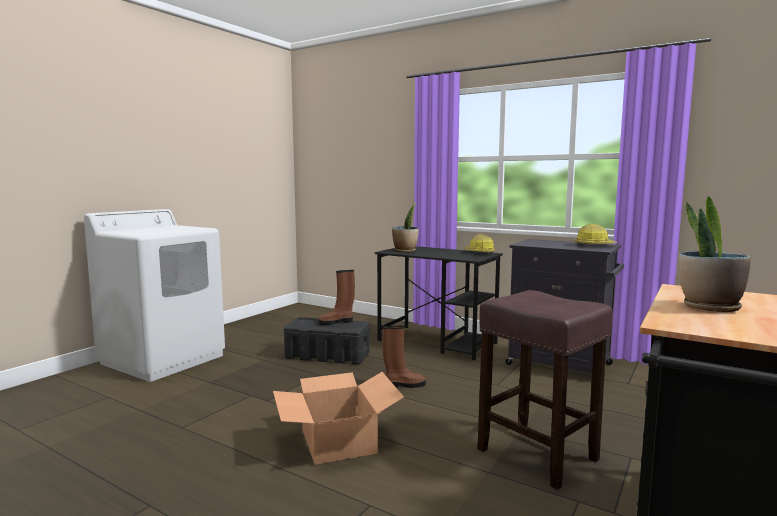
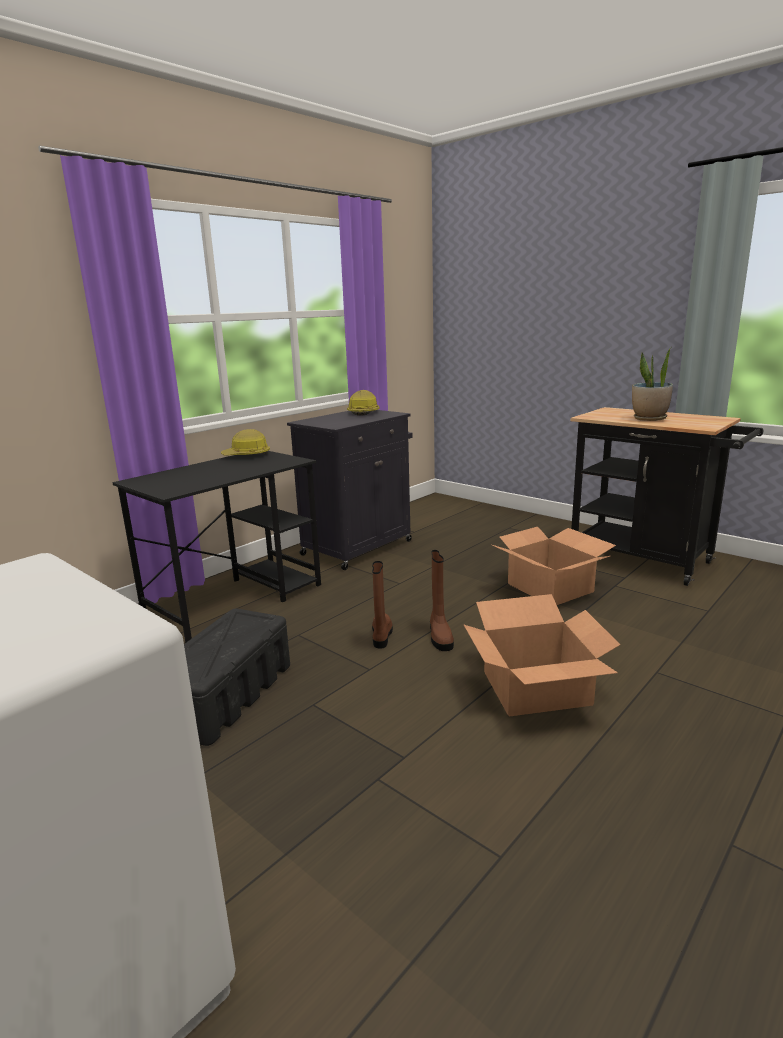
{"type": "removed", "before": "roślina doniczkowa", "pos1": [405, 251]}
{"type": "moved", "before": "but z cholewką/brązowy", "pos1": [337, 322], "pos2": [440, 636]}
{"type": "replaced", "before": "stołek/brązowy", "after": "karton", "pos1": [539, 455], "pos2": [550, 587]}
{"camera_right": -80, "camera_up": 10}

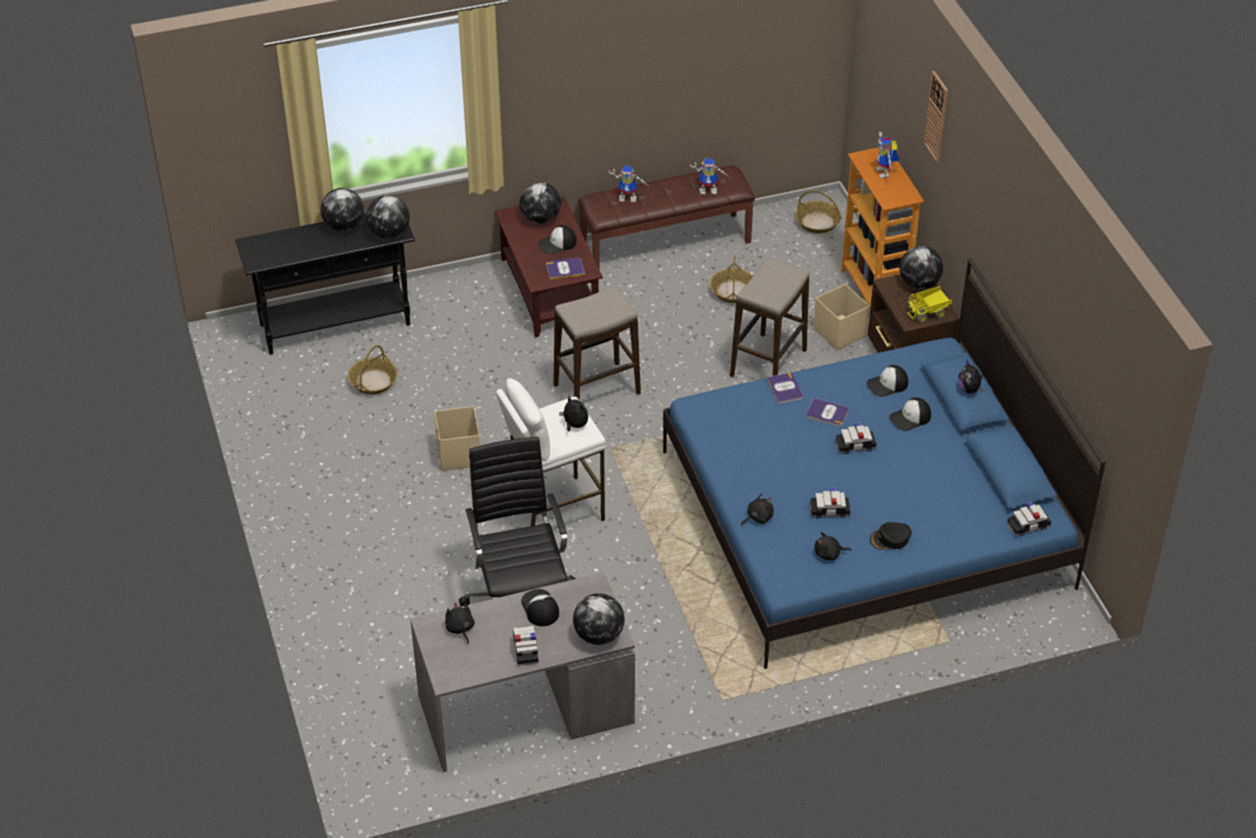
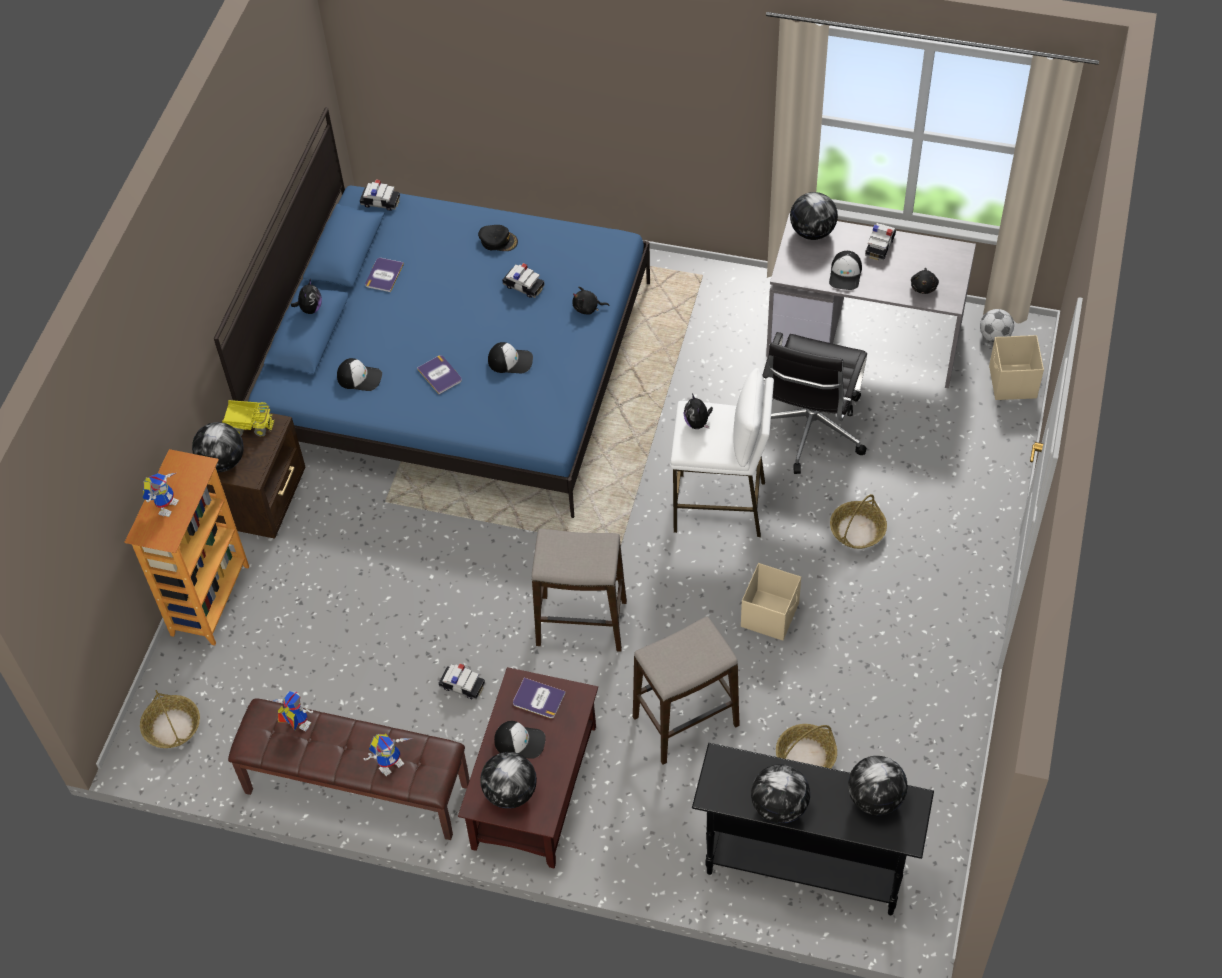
{"type": "removed", "before": "zegar ścienny", "pos1": [936, 116]}
{"type": "turned", "before": "robot zabawkowy", "pos1": [629, 197], "pos2": [391, 762], "turn": 105}
{"type": "moved", "before": "globus", "pos1": [389, 233], "pos2": [874, 798]}
{"type": "moved", "before": "koszyk", "pos1": [733, 291], "pos2": [857, 531]}
{"type": "moved", "before": "stołek", "pos1": [768, 363], "pos2": [686, 722]}
{"type": "moved", "before": "pojemnik do przechowywania/beżowy", "pos1": [839, 332], "pos2": [1012, 383]}
{"type": "moved", "before": "książka", "pos1": [785, 389], "pos2": [384, 275]}
{"type": "moved", "before": "czapka z daszkiem", "pos1": [910, 418], "pos2": [510, 361]}
{"type": "moved", "before": "samochodzik", "pos1": [855, 445], "pos2": [462, 686]}
{"type": "removed", "before": "pluszak/czarny", "pos1": [829, 554]}
{"type": "added", "after": "piłka futbolowa", "pos2": [995, 336]}
{"camera_right": -145, "camera_up": 10}

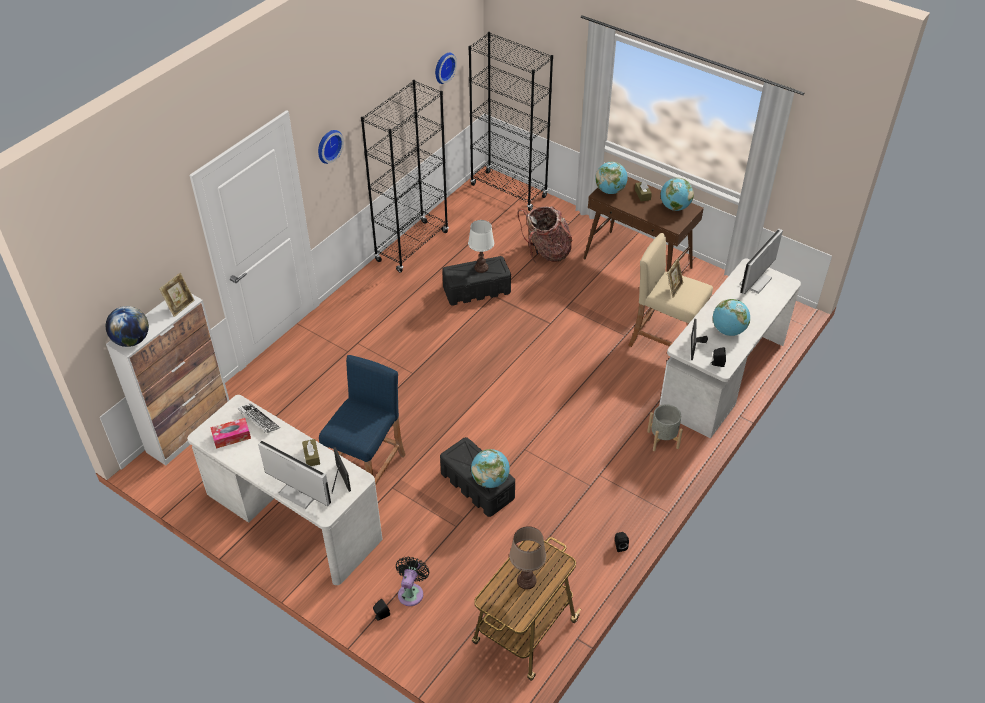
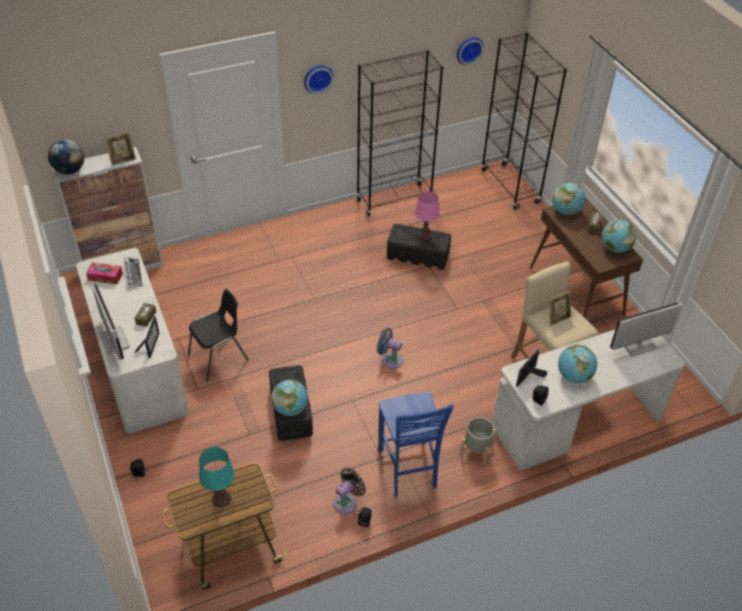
{"type": "removed", "before": "plecak", "pos1": [546, 252]}
{"type": "recoloured", "before": "lampa stołowa/biały", "after": "lampa stołowa/różowy", "pos1": [481, 268], "pos2": [425, 236]}
{"type": "replaced", "before": "stołek/niebieski", "after": "krzesło/czarny", "pos1": [367, 470], "pos2": [219, 357]}
{"type": "recoloured", "before": "lampa stołowa/brązowy", "after": "lampa stołowa/turkusowy", "pos1": [526, 581], "pos2": [221, 499]}
{"type": "moved", "before": "wentylator/czarny", "pos1": [411, 592], "pos2": [347, 502]}
{"type": "added", "after": "wentylator/niebieski", "pos2": [390, 359]}
{"type": "added", "after": "krzesło/niebieski", "pos2": [408, 470]}
{"camera_right": 30, "camera_up": 0}

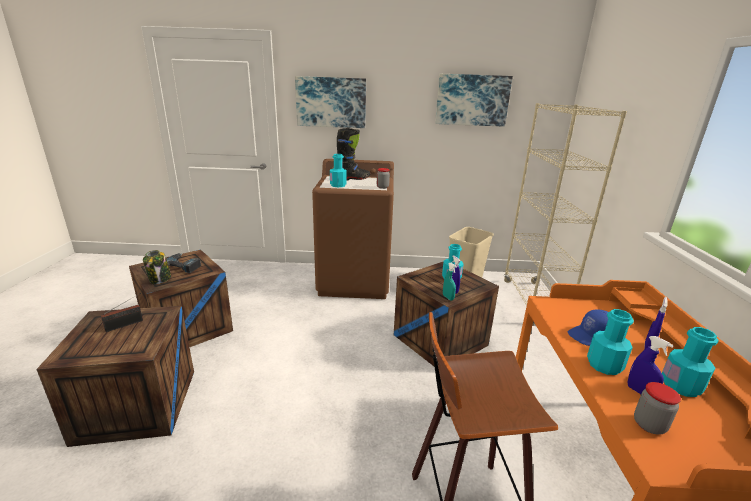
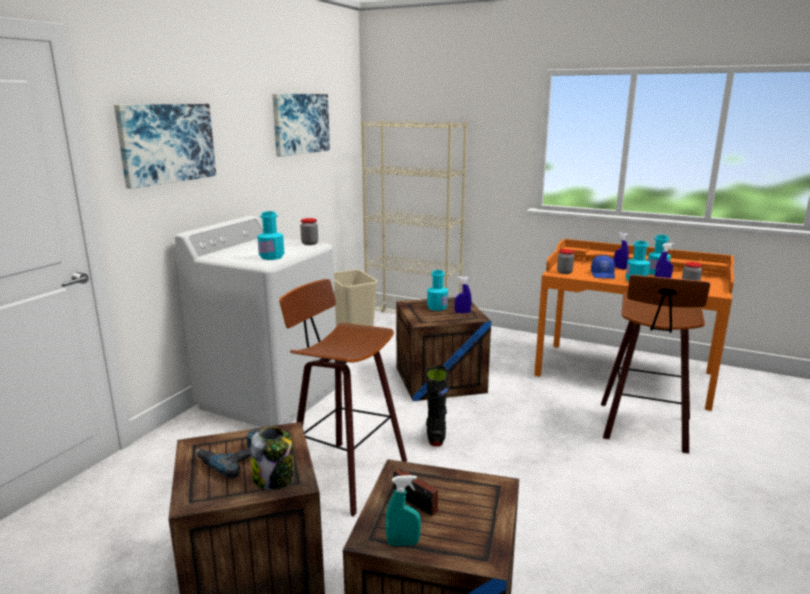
{"type": "moved", "before": "but z cholewką/czarny", "pos1": [353, 178], "pos2": [436, 434]}
{"type": "recoloured", "before": "pralka/brązowy", "after": "pralka/biały", "pos1": [355, 281], "pos2": [269, 397]}
{"type": "moved", "before": "spryskiwacz/turkusowy", "pos1": [448, 297], "pos2": [403, 543]}
{"type": "turned", "before": "radio", "pos1": [126, 324], "pos2": [416, 504], "turn": 150}
{"type": "added", "after": "słoik", "pos2": [564, 272]}
{"type": "added", "after": "stołek", "pos2": [344, 473]}
{"camera_right": -65, "camera_up": -5}

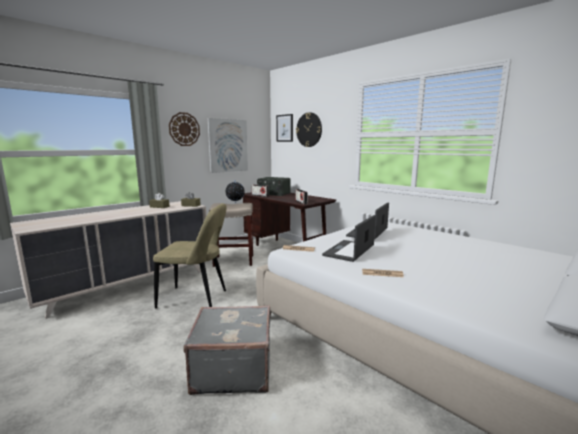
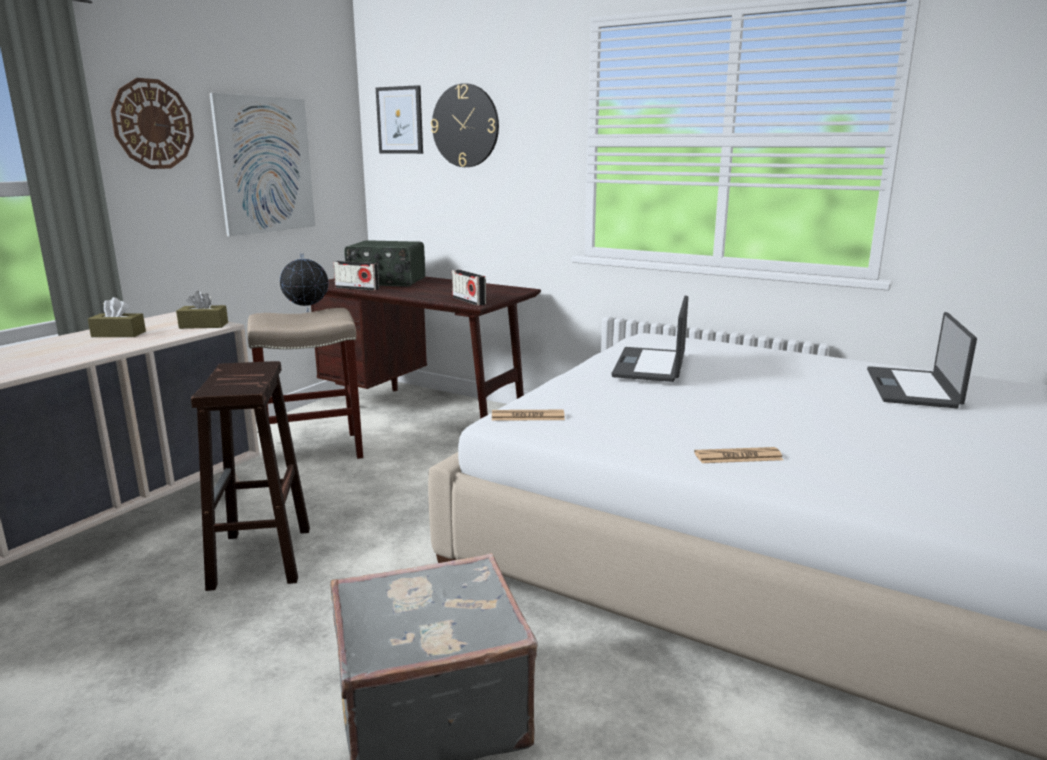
{"type": "replaced", "before": "krzesło/beżowy", "after": "stołek/brązowy", "pos1": [196, 299], "pos2": [261, 558]}
{"type": "moved", "before": "laptop", "pos1": [349, 251], "pos2": [913, 388]}
{"camera_right": -15, "camera_up": 5}

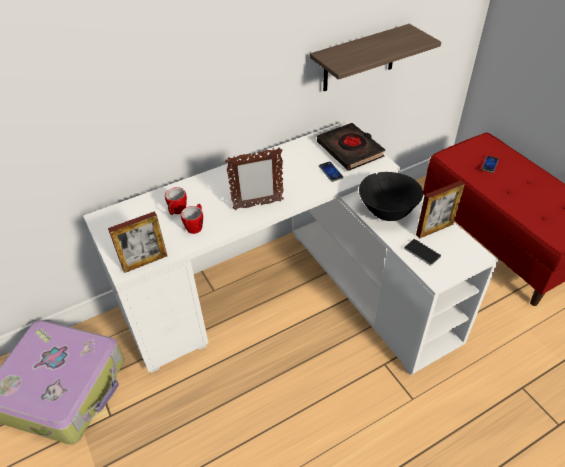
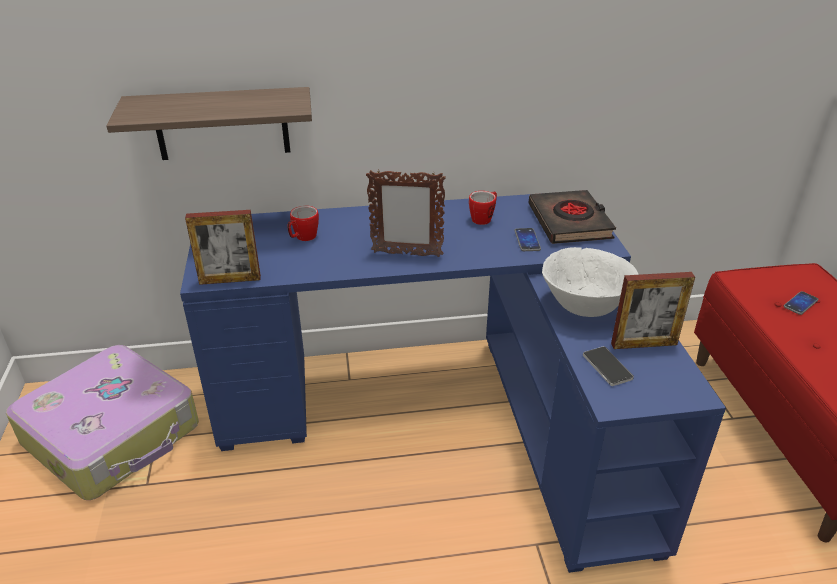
{"type": "moved", "before": "półka", "pos1": [359, 59], "pos2": [222, 124]}
{"type": "recoloured", "before": "biurko/biały", "after": "biurko/niebieski", "pos1": [292, 293], "pos2": [449, 413]}
{"type": "recoloured", "before": "miska/czarny", "after": "miska/biały", "pos1": [387, 212], "pos2": [584, 307]}
{"type": "moved", "before": "kubek", "pos1": [196, 226], "pos2": [484, 218]}
{"camera_right": 20, "camera_up": -10}

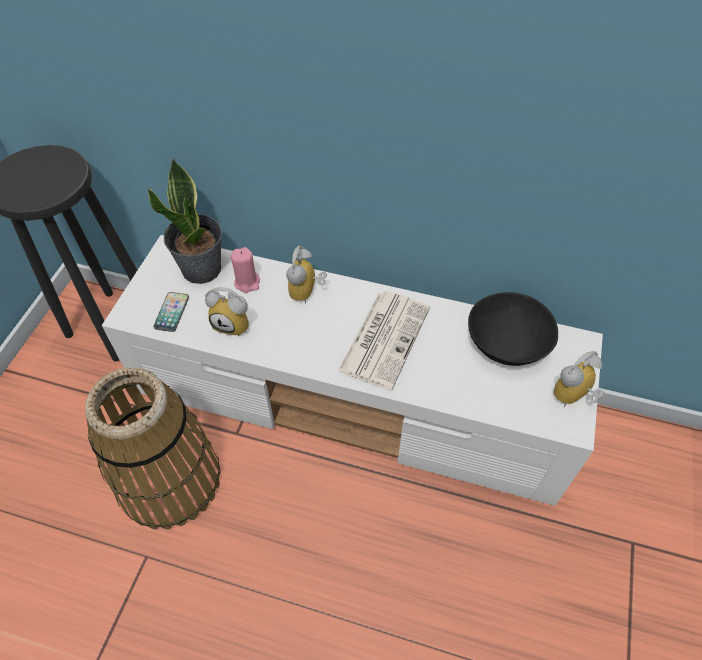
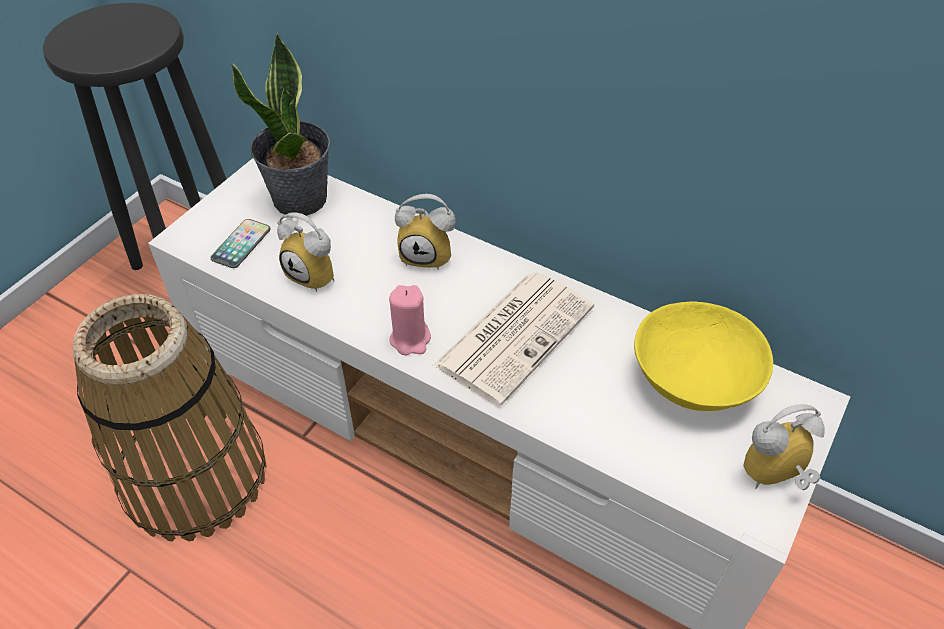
{"type": "turned", "before": "budzik", "pos1": [307, 293], "pos2": [429, 255], "turn": -105}
{"type": "moved", "before": "świeca/różowy", "pos1": [247, 282], "pos2": [410, 339]}
{"type": "recoloured", "before": "miska/czarny", "after": "miska/żółty", "pos1": [507, 345], "pos2": [693, 381]}
{"camera_right": 15, "camera_up": -5}

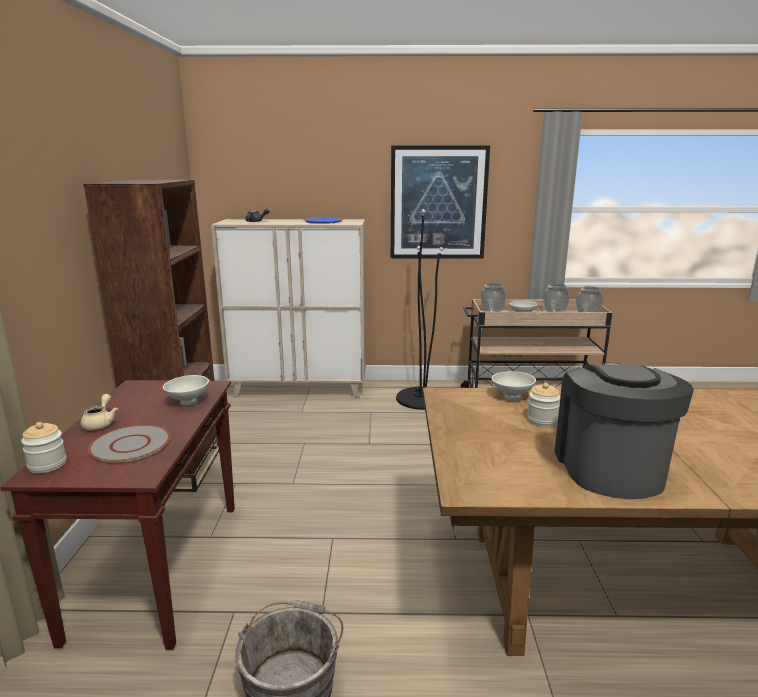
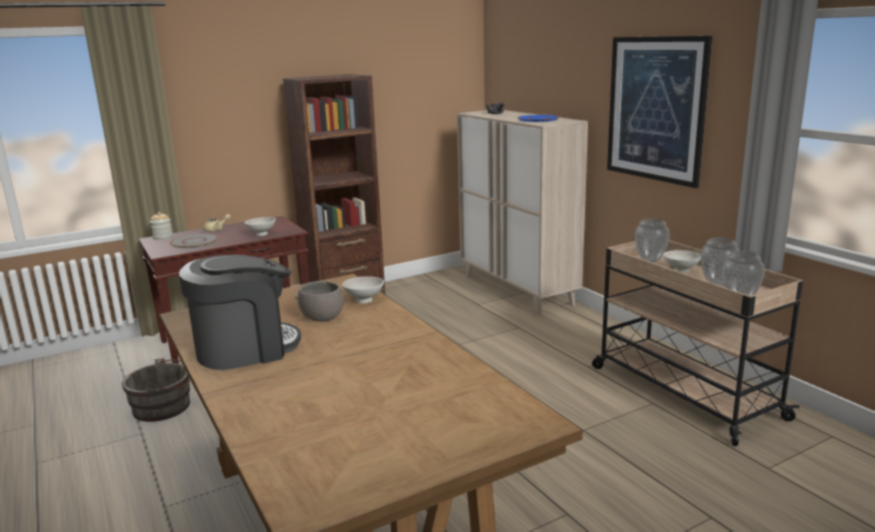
{"type": "removed", "before": "lampa stojąca/czarny", "pos1": [421, 398]}
{"type": "replaced", "before": "słoik", "after": "miska/szary", "pos1": [542, 420], "pos2": [321, 317]}
{"camera_right": 60, "camera_up": 0}

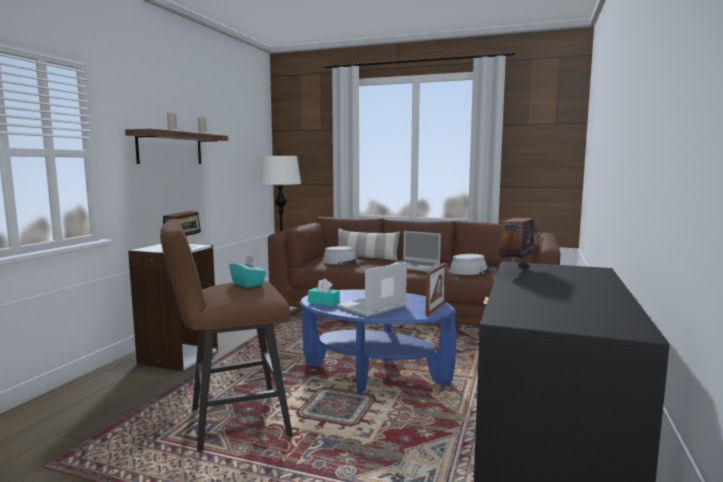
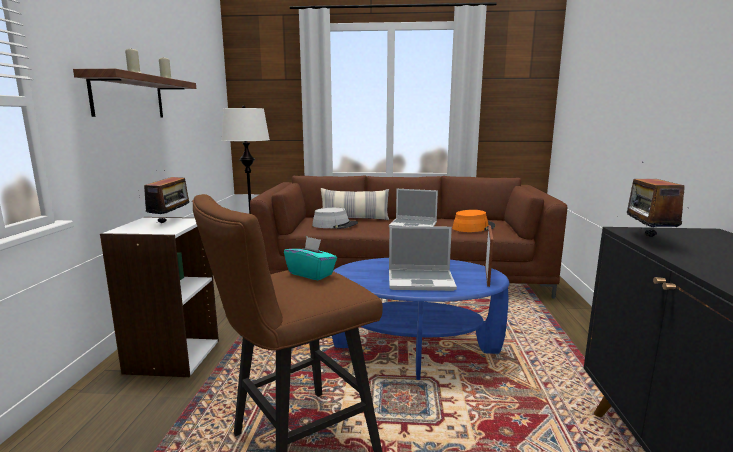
{"type": "recoloured", "before": "kapelusz/szary", "after": "kapelusz/pomarańczowy", "pos1": [472, 271], "pos2": [473, 227]}
{"type": "turned", "before": "laptop", "pos1": [372, 307], "pos2": [421, 281], "turn": -120}
{"type": "removed", "before": "pudełko chusteczek/turkusowy", "pos1": [323, 302]}
{"camera_right": -15, "camera_up": 5}

